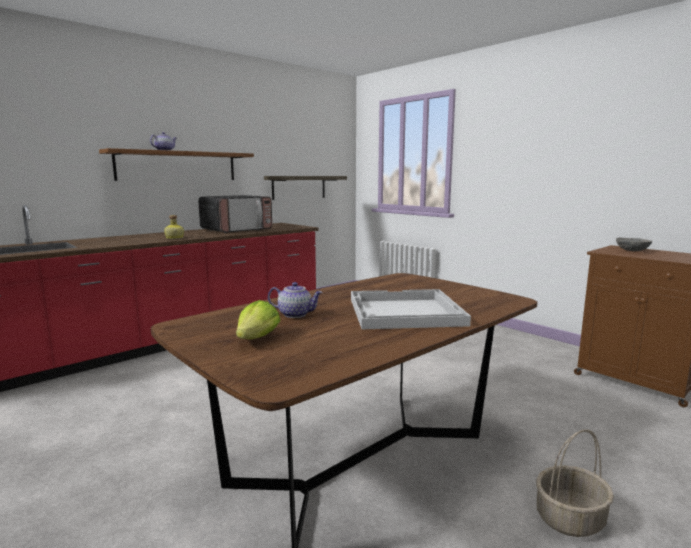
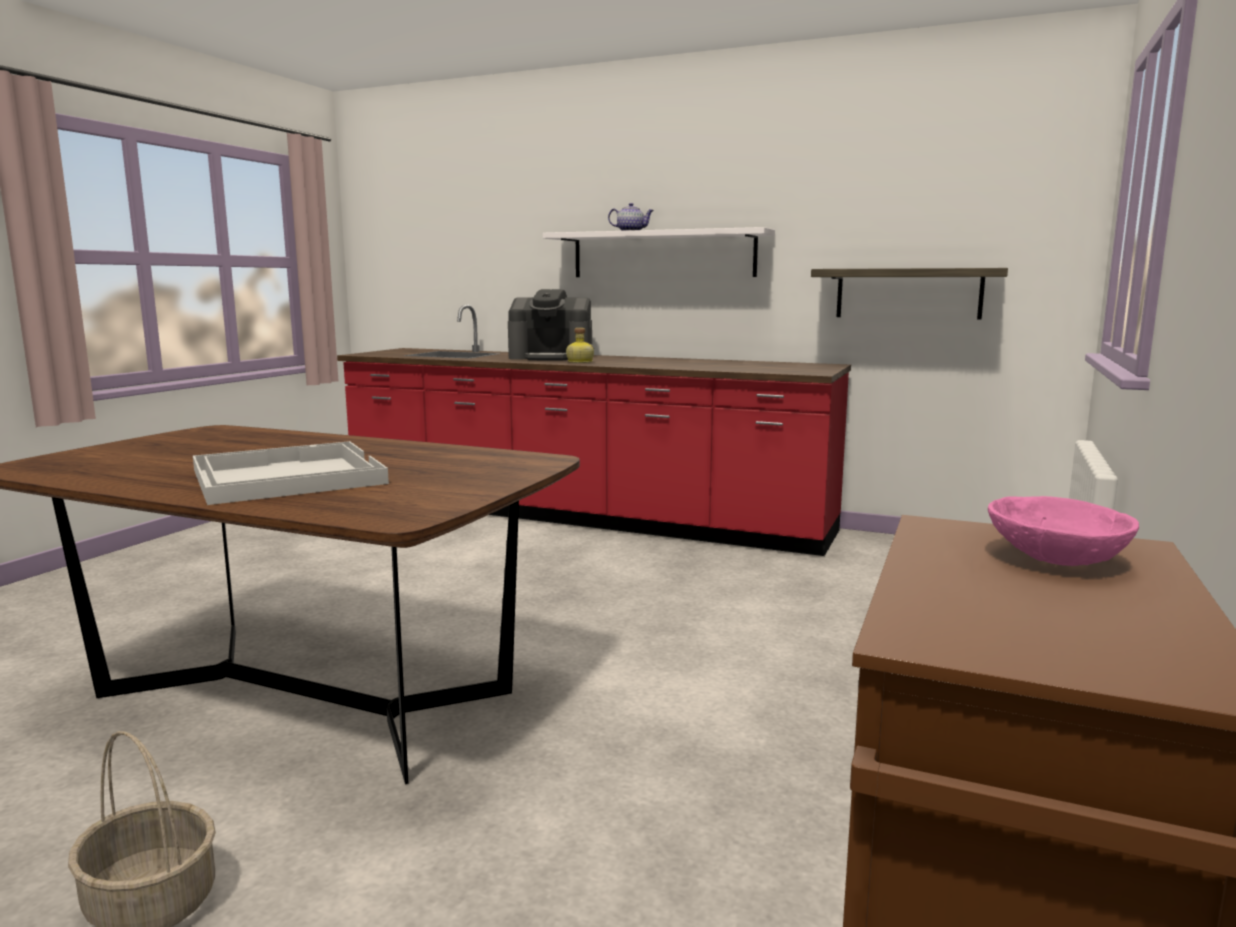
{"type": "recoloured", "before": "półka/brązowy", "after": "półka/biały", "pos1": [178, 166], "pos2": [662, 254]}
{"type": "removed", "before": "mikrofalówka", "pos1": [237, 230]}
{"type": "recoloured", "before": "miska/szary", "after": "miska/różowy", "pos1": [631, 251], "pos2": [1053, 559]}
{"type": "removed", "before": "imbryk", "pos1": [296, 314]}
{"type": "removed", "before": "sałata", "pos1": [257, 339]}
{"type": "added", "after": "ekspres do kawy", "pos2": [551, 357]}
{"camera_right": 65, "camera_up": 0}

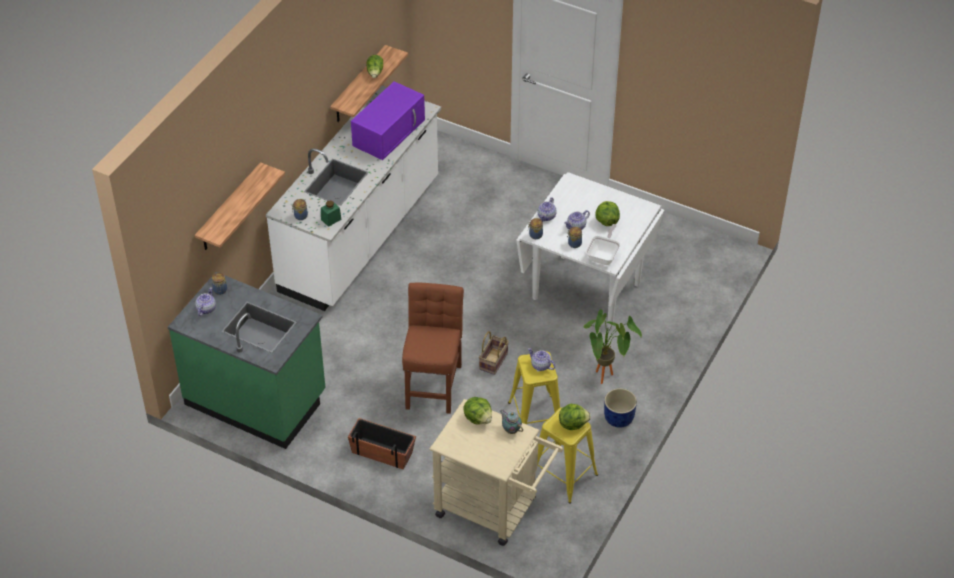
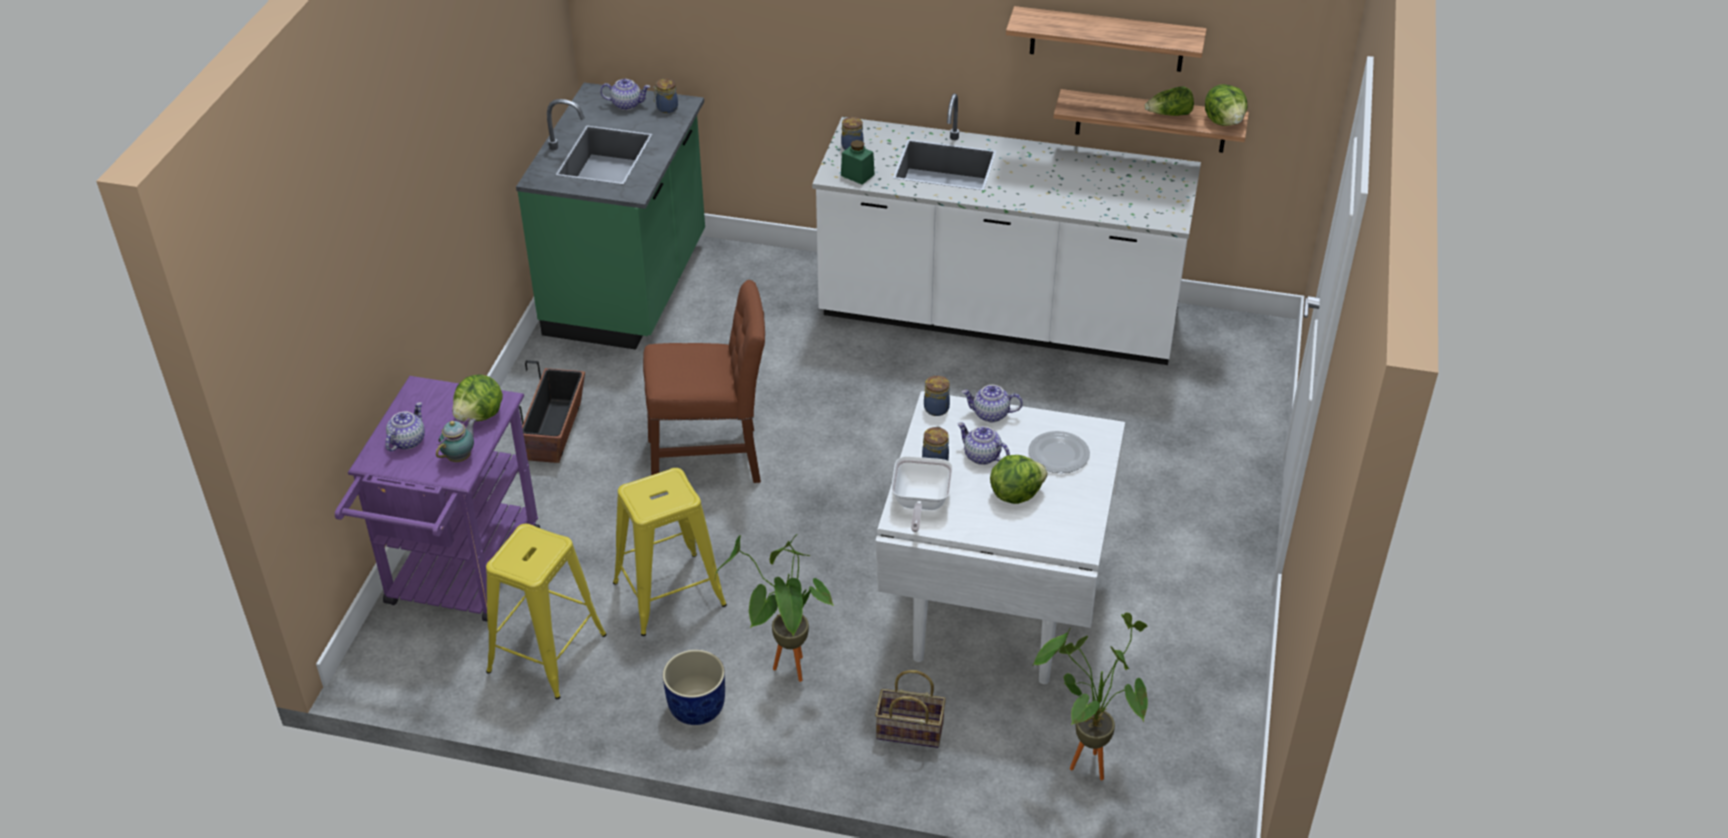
{"type": "removed", "before": "mikrofalówka/fioletowy", "pos1": [389, 132]}
{"type": "moved", "before": "półka", "pos1": [229, 209], "pos2": [1107, 39]}
{"type": "turned", "before": "patelnia", "pos1": [604, 255], "pos2": [920, 504], "turn": 90}
{"type": "moved", "before": "koszyk", "pos1": [493, 362], "pos2": [908, 731]}
{"type": "moved", "before": "imbryk", "pos1": [540, 365], "pos2": [407, 440]}
{"type": "recoloured", "before": "wózek/beżowy", "after": "wózek/fioletowy", "pos1": [494, 510], "pos2": [458, 578]}
{"type": "moved", "before": "sałata", "pos1": [573, 424], "pos2": [1224, 121]}
{"type": "added", "after": "talerz", "pos2": [1058, 454]}
{"type": "added", "after": "roślina doniczkowa", "pos2": [1084, 759]}
{"camera_right": 75, "camera_up": -5}

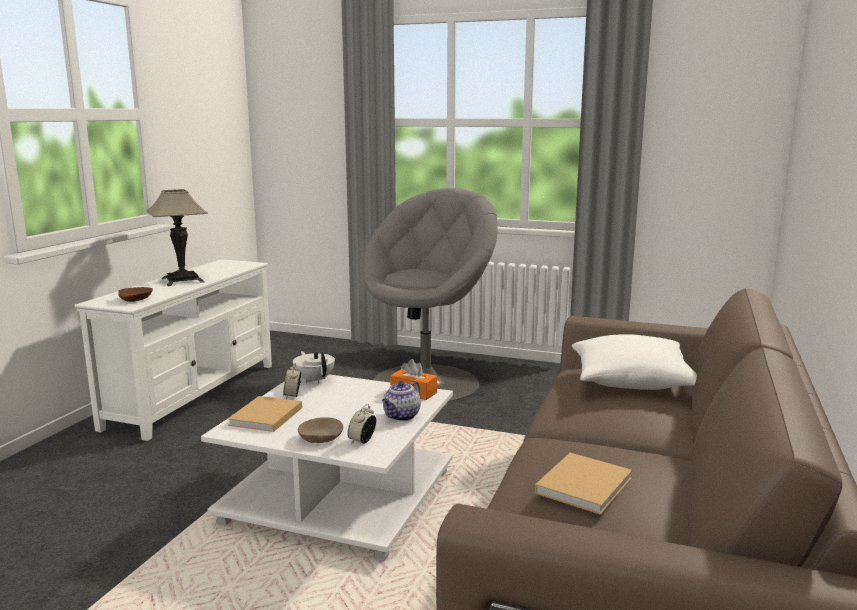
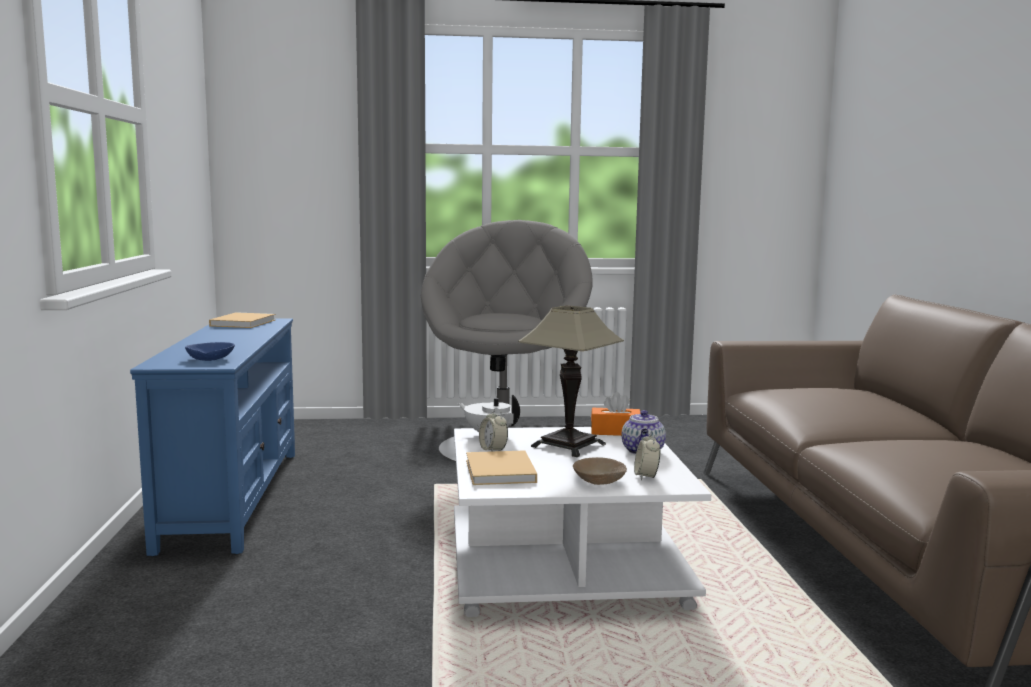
{"type": "moved", "before": "lampa stołowa", "pos1": [182, 280], "pos2": [568, 445]}
{"type": "recoloured", "before": "szafka pod telewizor/biały", "after": "szafka pod telewizor/niebieski", "pos1": [193, 396], "pos2": [232, 498]}
{"type": "recoloured", "before": "miska/brązowy", "after": "miska/niebieski", "pos1": [135, 300], "pos2": [210, 359]}
{"type": "removed", "before": "poduszka/biały", "pos1": [631, 381]}
{"type": "moved", "before": "książka/beżowy", "pos1": [585, 484], "pos2": [244, 322]}
{"camera_right": -25, "camera_up": -5}

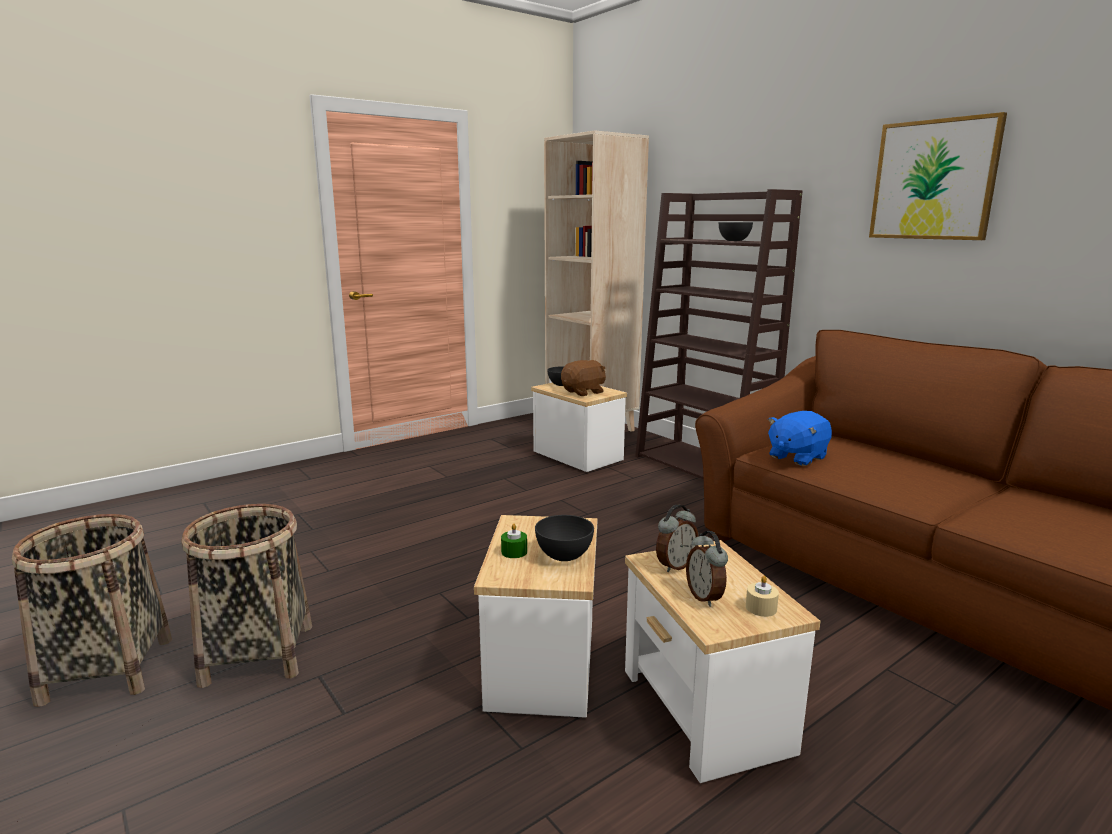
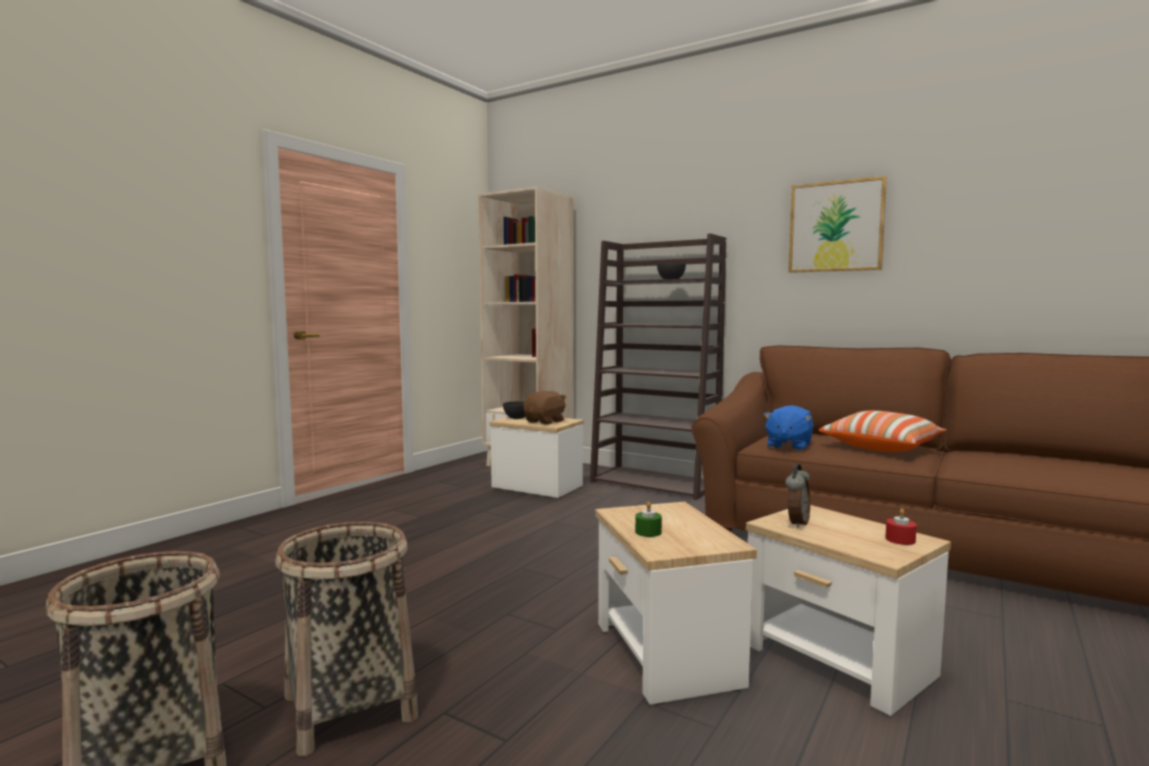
{"type": "removed", "before": "miska/szary", "pos1": [563, 555]}
{"type": "removed", "before": "budzik", "pos1": [705, 597]}
{"type": "recoloured", "before": "świeca/beżowy", "after": "świeca/czerwony", "pos1": [761, 608], "pos2": [900, 540]}
{"type": "added", "after": "poduszka", "pos2": [881, 447]}
{"camera_right": -20, "camera_up": -10}

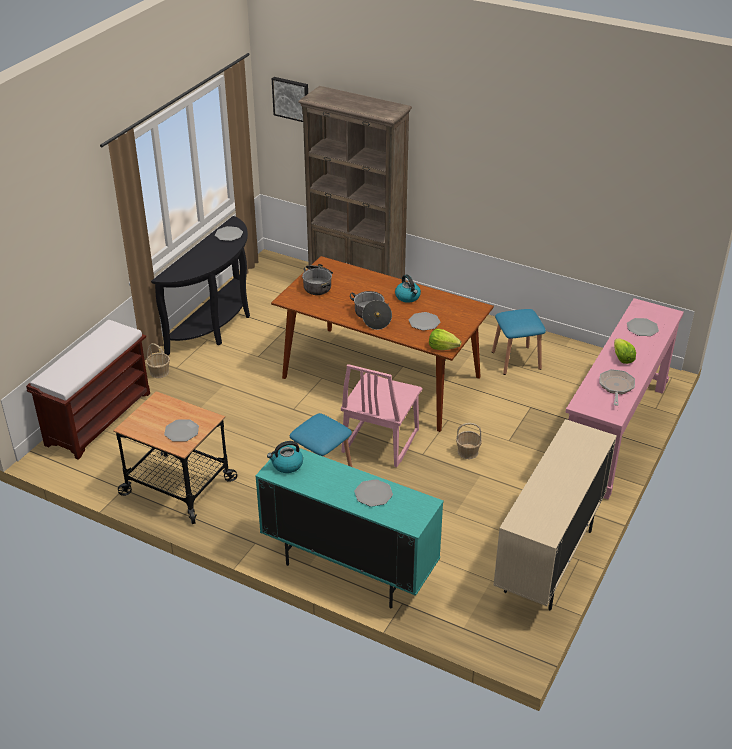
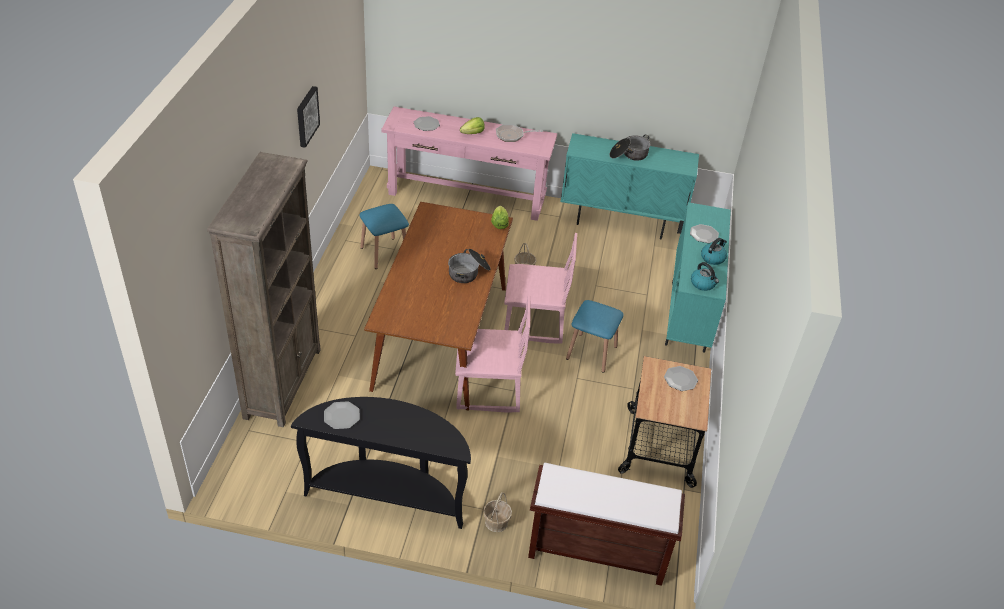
{"type": "moved", "before": "obraz", "pos1": [291, 99], "pos2": [306, 116]}
{"type": "moved", "before": "garnek", "pos1": [318, 285], "pos2": [629, 155]}
{"type": "moved", "before": "czajnik", "pos1": [408, 297], "pos2": [713, 258]}
{"type": "removed", "before": "talerz", "pos1": [424, 322]}
{"type": "recoloured", "before": "szafka/beżowy", "after": "szafka/turkusowy", "pos1": [548, 561], "pos2": [621, 221]}
{"type": "added", "after": "krzesło/różowy", "pos2": [488, 390]}
{"camera_right": -110, "camera_up": 5}

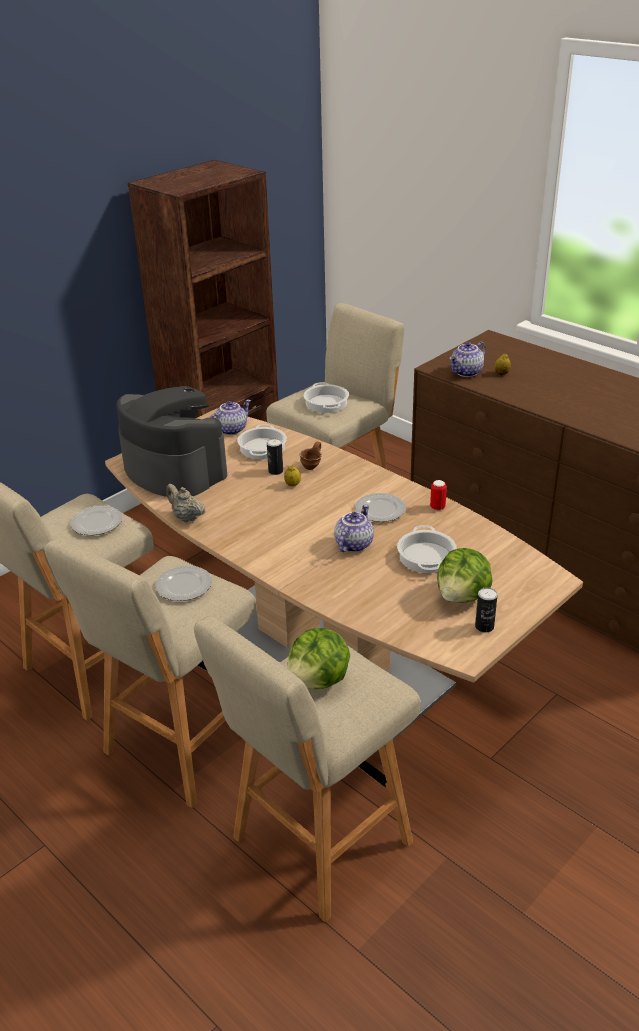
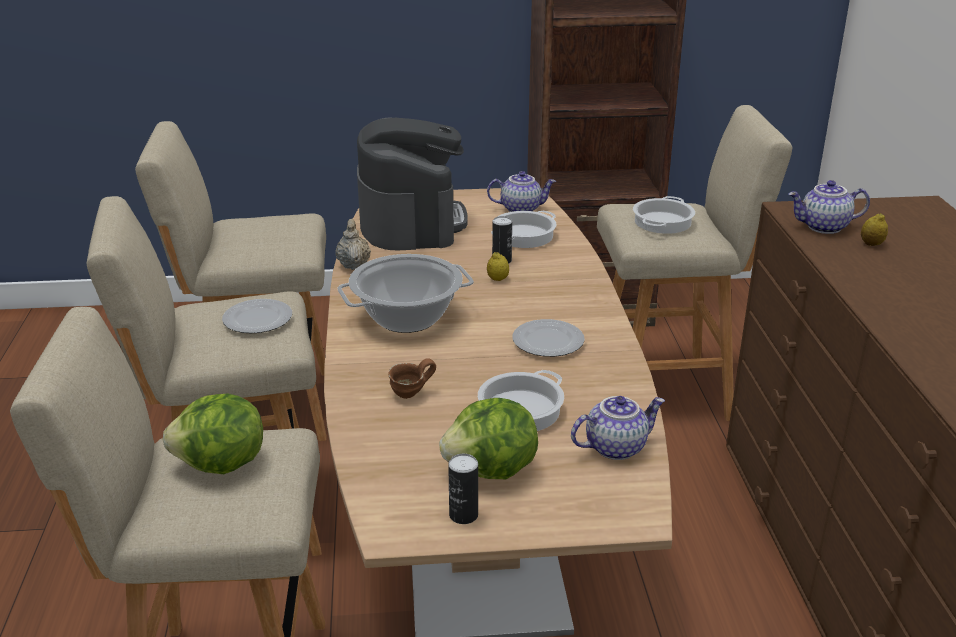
{"type": "moved", "before": "kubek/brązowy", "pos1": [313, 467], "pos2": [411, 395]}
{"type": "removed", "before": "puszka", "pos1": [437, 507]}
{"type": "moved", "before": "imbryk", "pos1": [353, 544], "pos2": [615, 447]}
{"type": "removed", "before": "talerz", "pos1": [96, 523]}
{"type": "added", "after": "garnek", "pos2": [406, 318]}
{"camera_right": 40, "camera_up": -5}

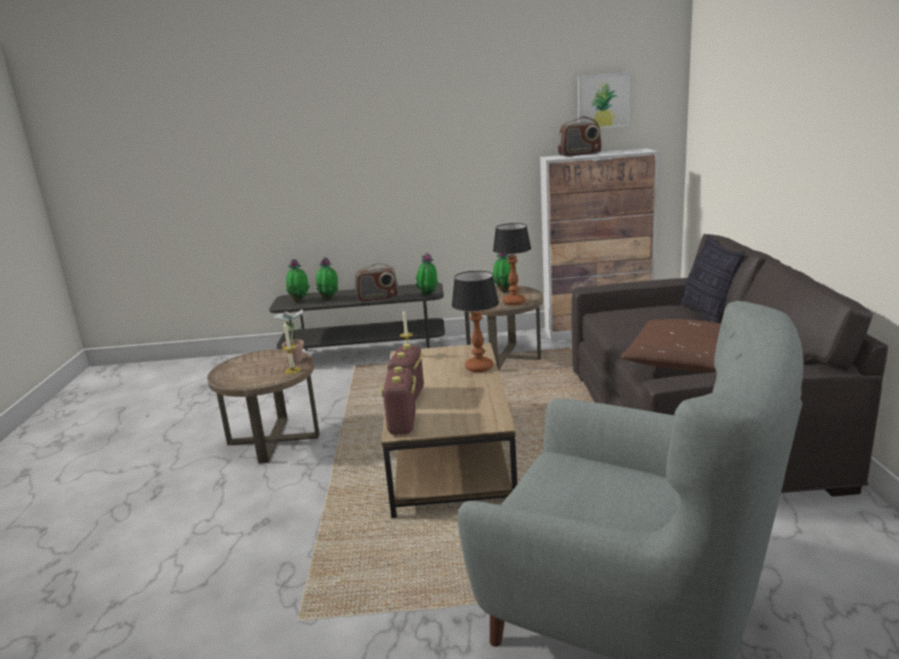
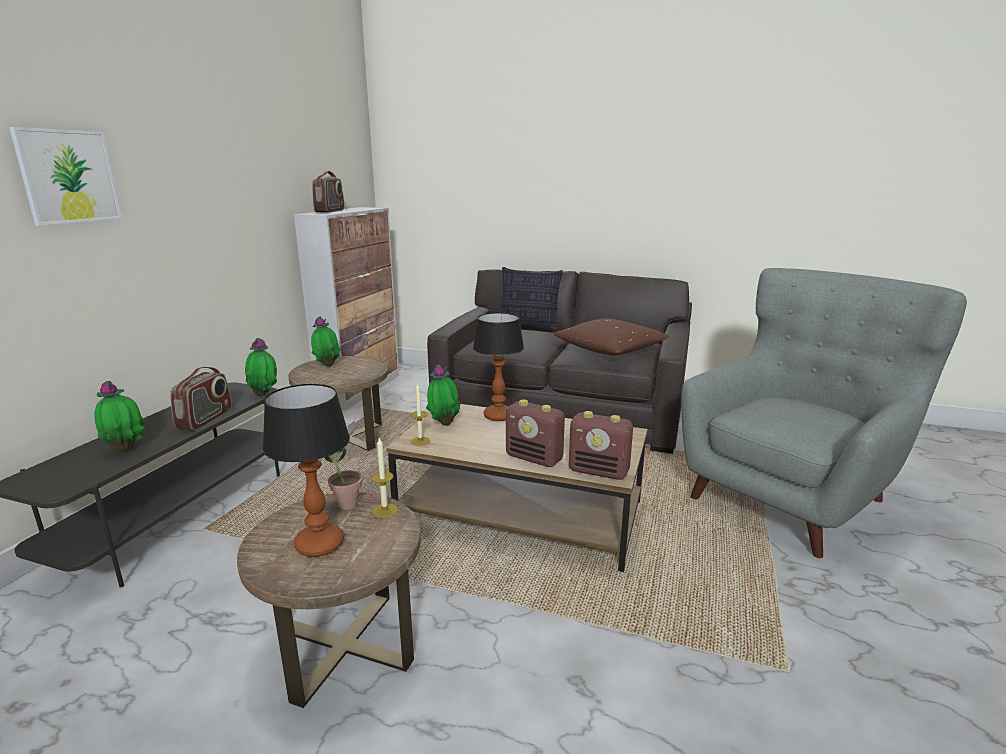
{"type": "moved", "before": "obraz", "pos1": [603, 101], "pos2": [68, 176]}
{"type": "moved", "before": "lampa stołowa", "pos1": [514, 302], "pos2": [320, 544]}
{"type": "moved", "before": "roślina doniczkowa", "pos1": [300, 300], "pos2": [444, 423]}
{"camera_right": -70, "camera_up": 0}

